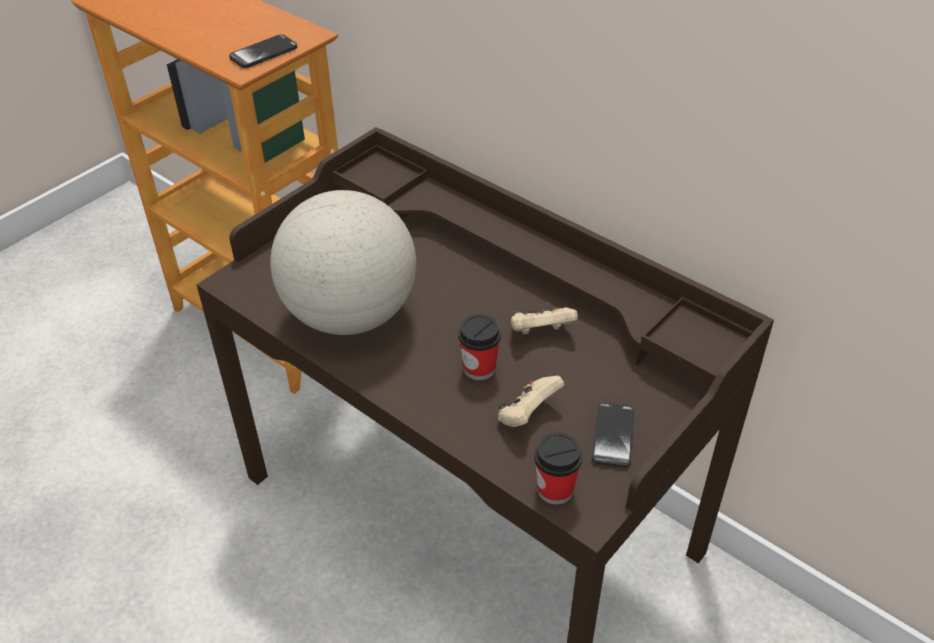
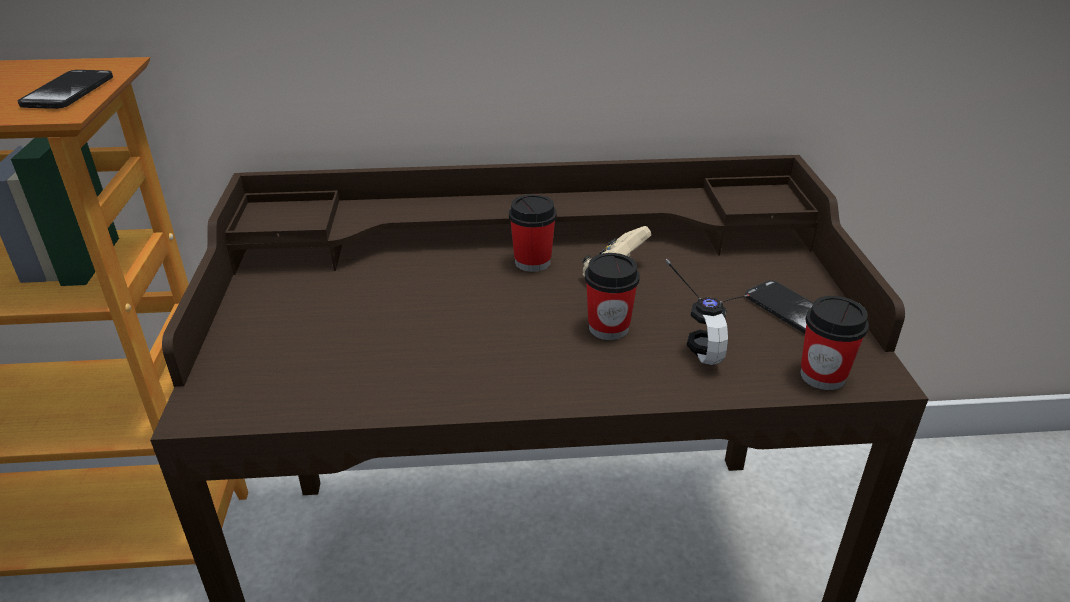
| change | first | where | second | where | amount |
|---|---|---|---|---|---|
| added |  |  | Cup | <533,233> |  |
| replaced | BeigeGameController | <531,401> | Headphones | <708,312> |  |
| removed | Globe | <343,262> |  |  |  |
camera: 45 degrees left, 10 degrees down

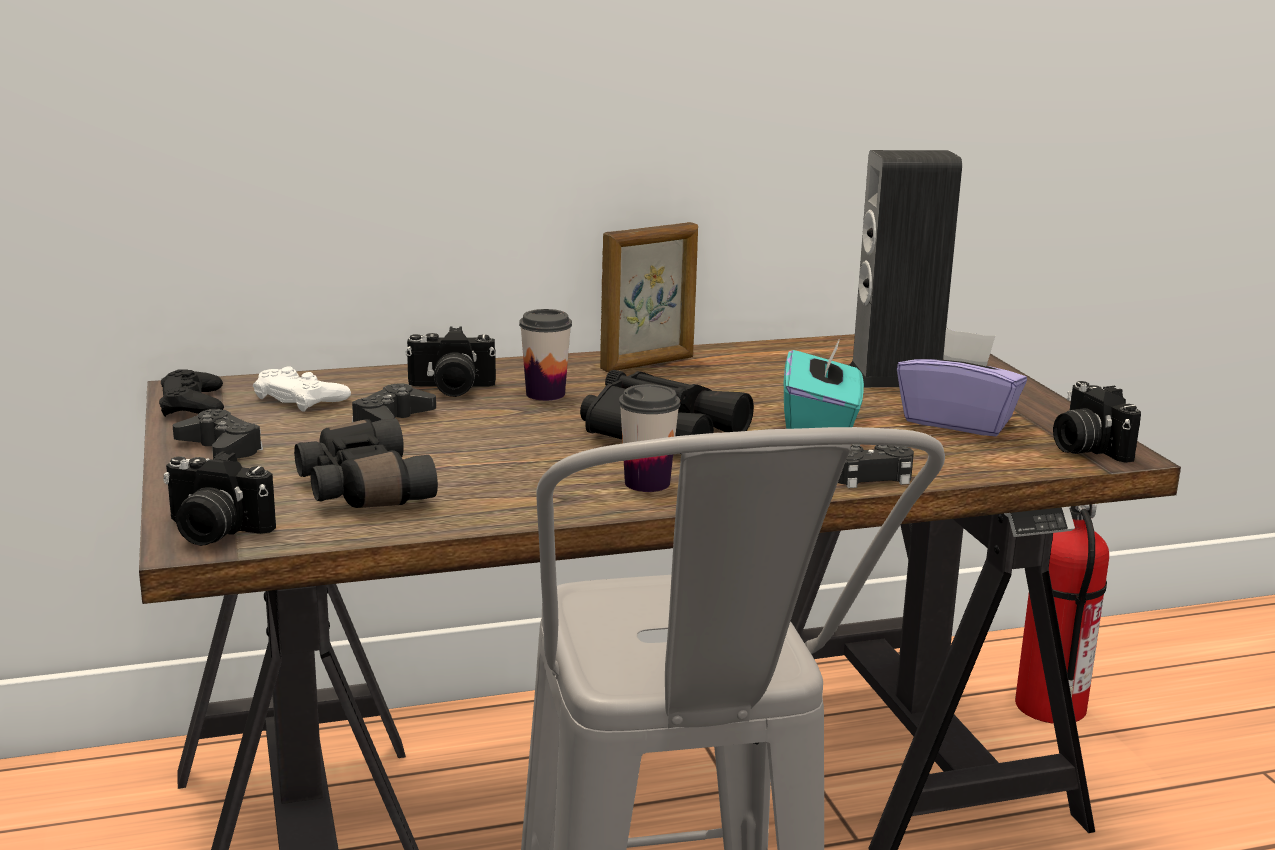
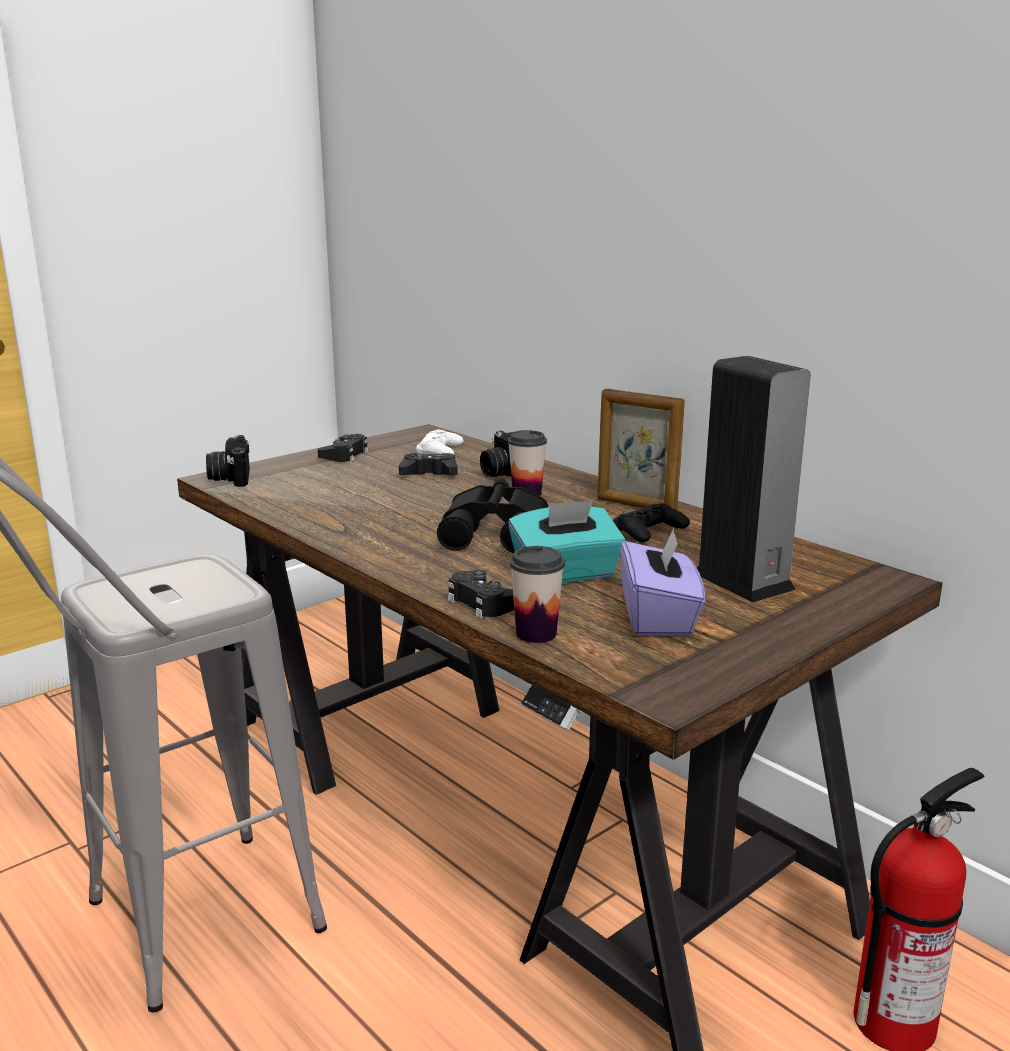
| change | first | where | second | where | amount |
|---|---|---|---|---|---|
| moved | Cup | <649,438> |  | <537,594> |  |
| moved | BlackGameController | <191,393> |  | <651,522> |  |
| removed | BlackBinoculars | <366,463> |  |  |  |
| removed | PhotoCamera | <1097,422> |  |  |  |
camera: 65 degrees right, 0 degrees up

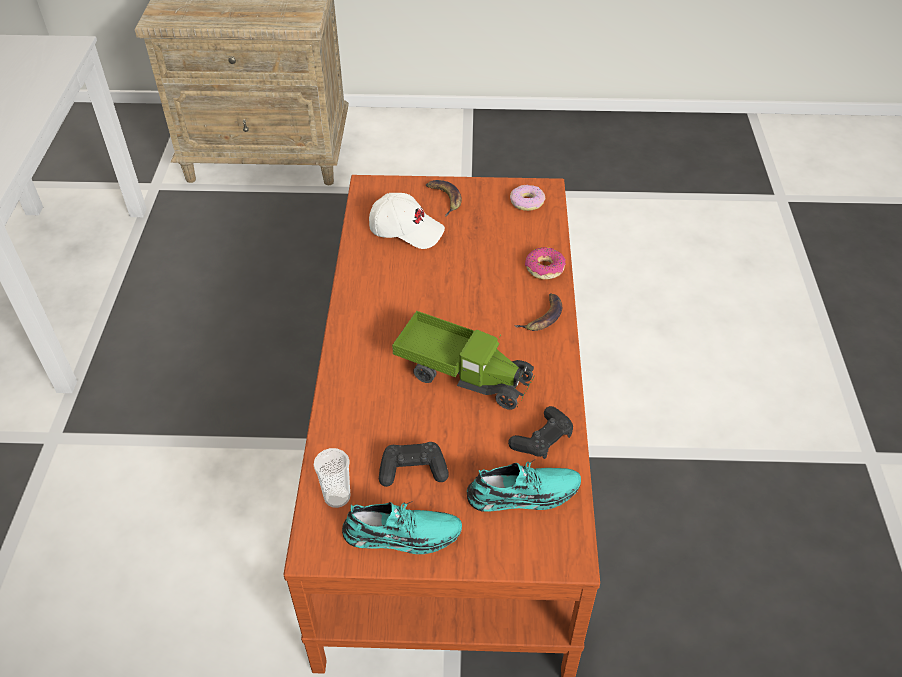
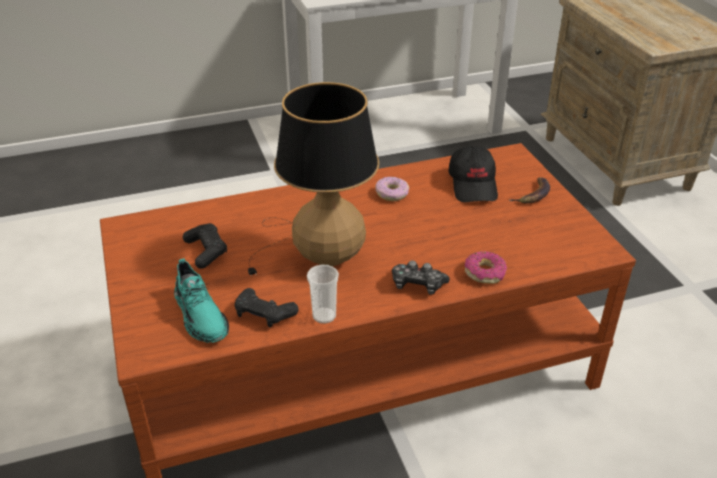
| change | first | where | second | where | amount |
|---|---|---|---|---|---|
| replaced | ToyTruck | <463,360> | TableLamp | <313,179> |  |
| moved | Cup | <332,478> |  | <323,294> |  |
| moved | Donut | <527,198> |  | <392,188> |  |
| replaced | Banana | <538,312> | GameController | <421,277> |  |
| recoloured | WhiteCap | <407,221> | BlackCap | <473,174> |  |
| removed | TurquoiseShoe | <402,527> |  |  |  |
camera: 70 degrees right, 10 degrees down

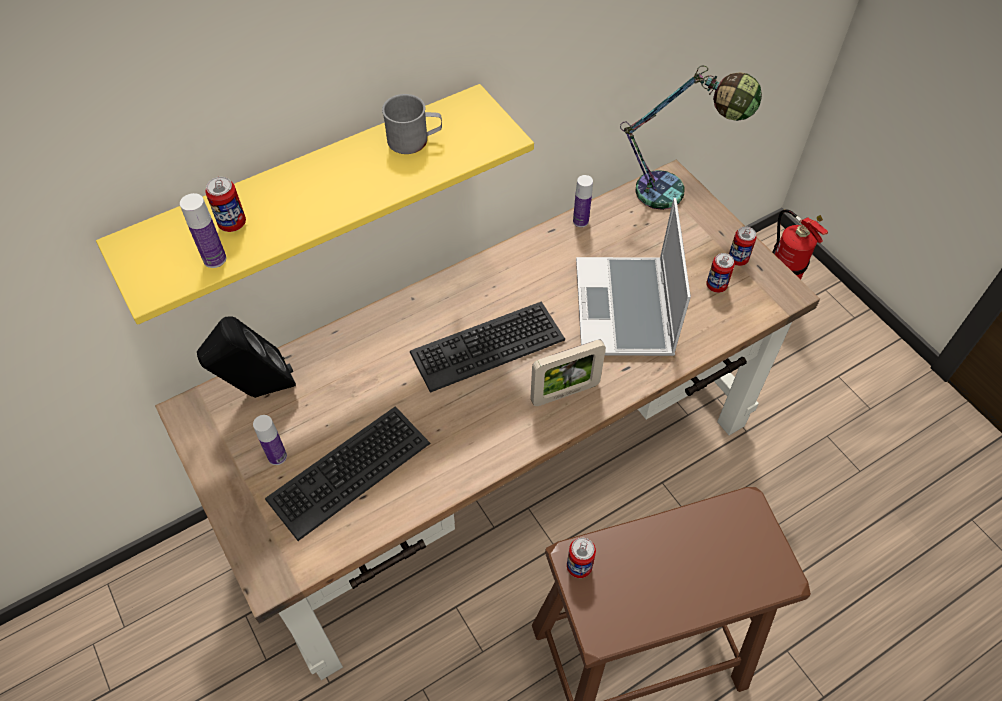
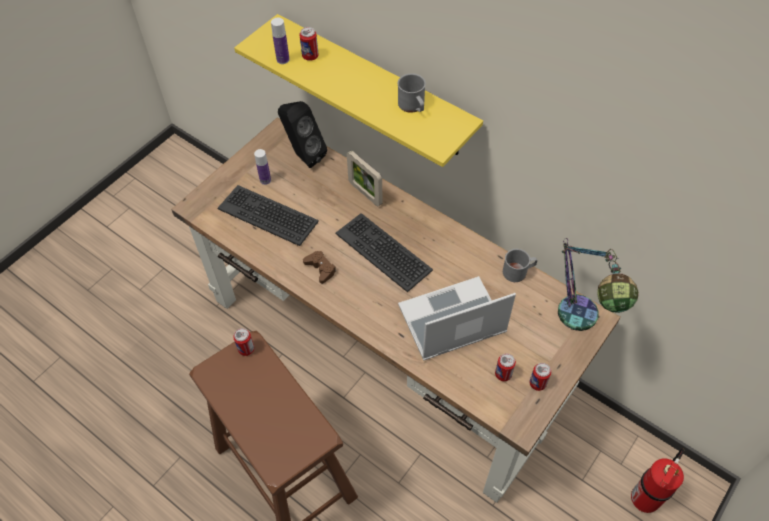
| change | first | where | second | where | amount |
|---|---|---|---|---|---|
| added |  |  | BrownGameController | <319,267> |  |
| moved | PictureFrame | <568,373> |  | <365,178> |  |
| replaced | Bottle | <583,201> | GreyMug | <520,265> |  |
camera: 70 degrees right, 0 degrees up

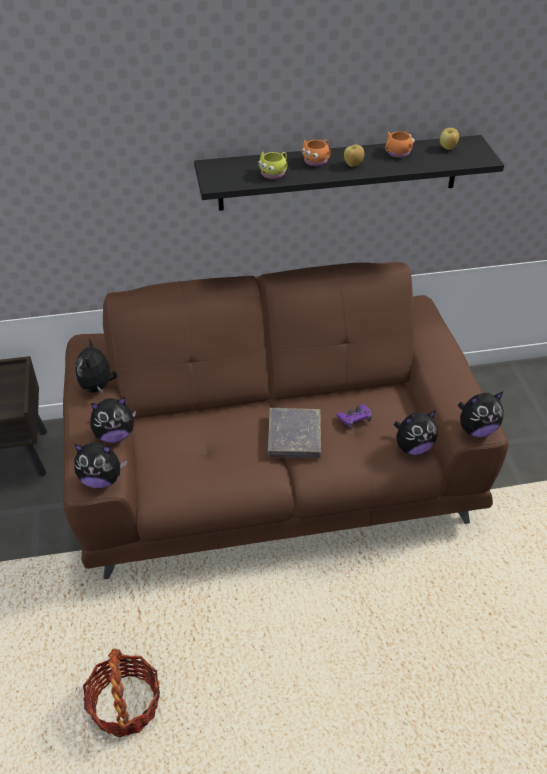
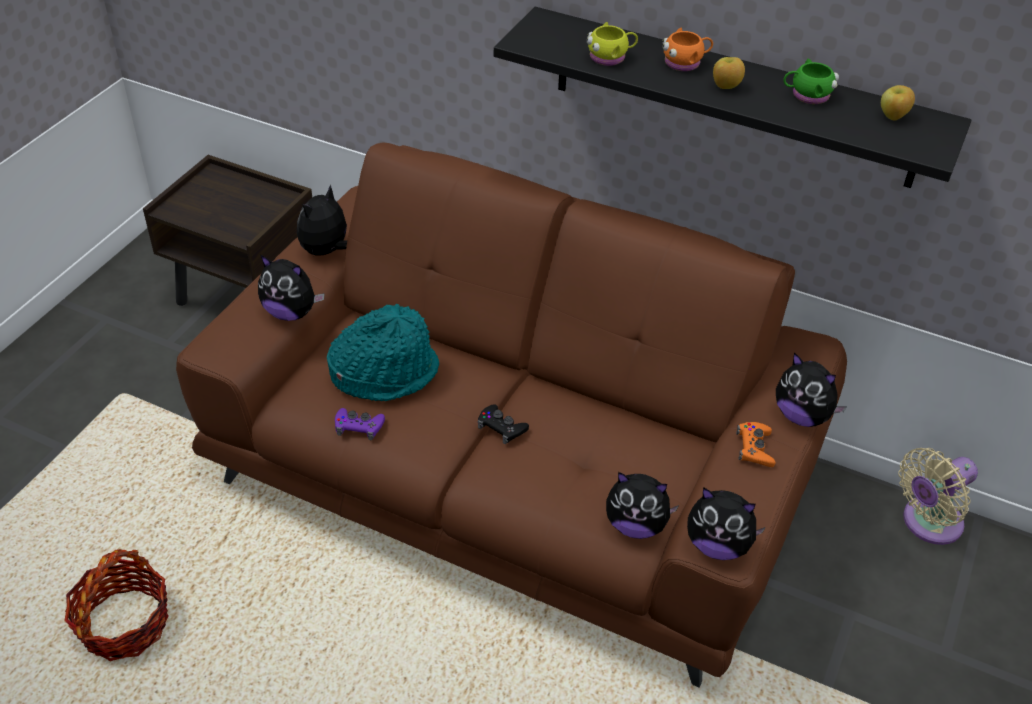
| change | first | where | second | where | amount |
|---|---|---|---|---|---|
| added |  |  | TurquoiseHat | <383,352> |  |
| moved | PurpleGameController | <354,416> |  | <360,424> |  |
| replaced | GreyBook | <294,433> | BlackGameController | <503,424> |  |
| added |  |  | OrangeGameController | <756,444> |  |
| moved | PlushToy | <100,465> |  | <811,389> |  |
| recoloured | OrangeMug | <400,144> | GreenMug | <811,81> |  |
| added |  |  | BeigeFan | <938,496> |  |
camera: 35 degrees right, 0 degrees up

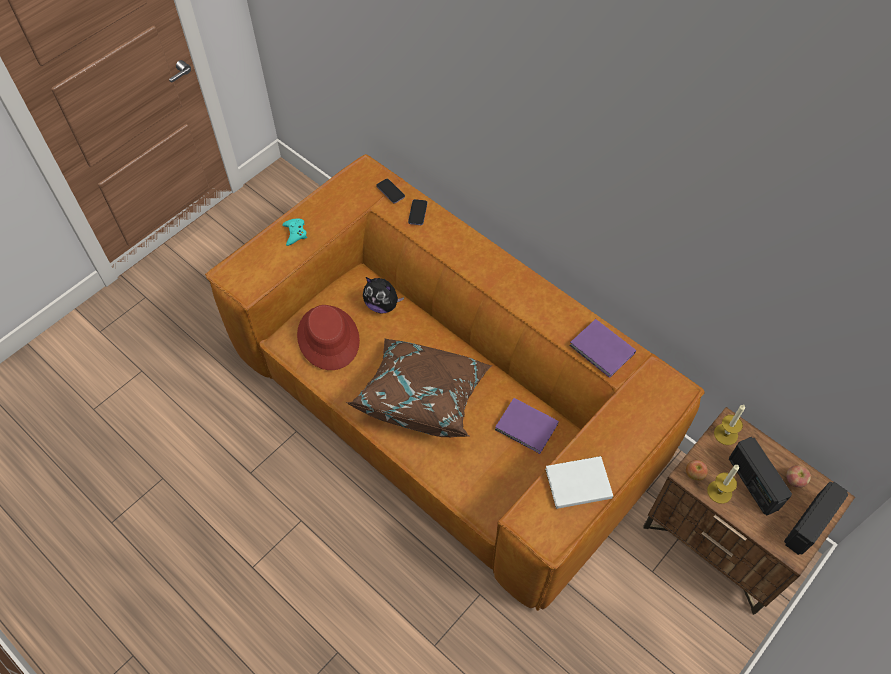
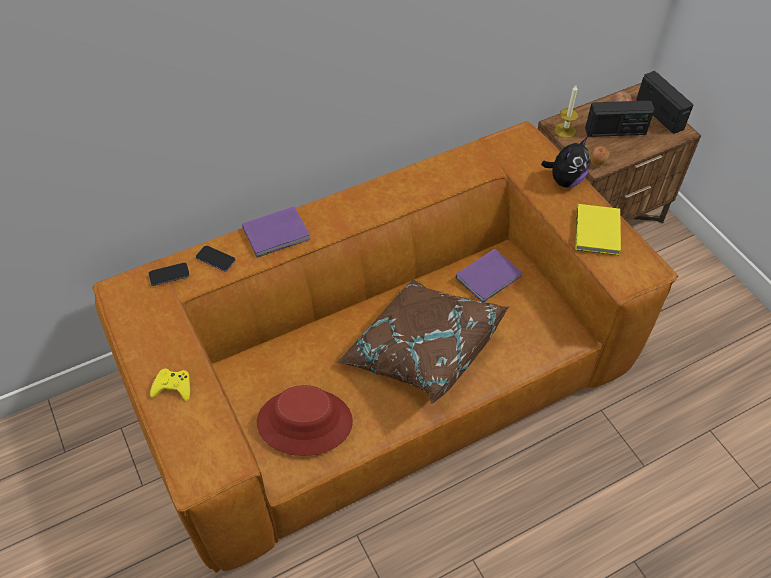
| change | first | where | second | where | amount |
|---|---|---|---|---|---|
| recoloured | TurquoiseGameController | <294,232> | YellowGameController | <170,385> |  |
| moved | PurpleBook | <602,348> |  | <276,232> |  |
| moved | PlushToy | <383,295> |  | <565,162> |  |
| recoloured | WhiteBook | <579,482> | YellowBook | <598,229> |  |
| removed | Candle | <723,484> |  |  |  |
camera: 70 degrees left, 5 degrees down

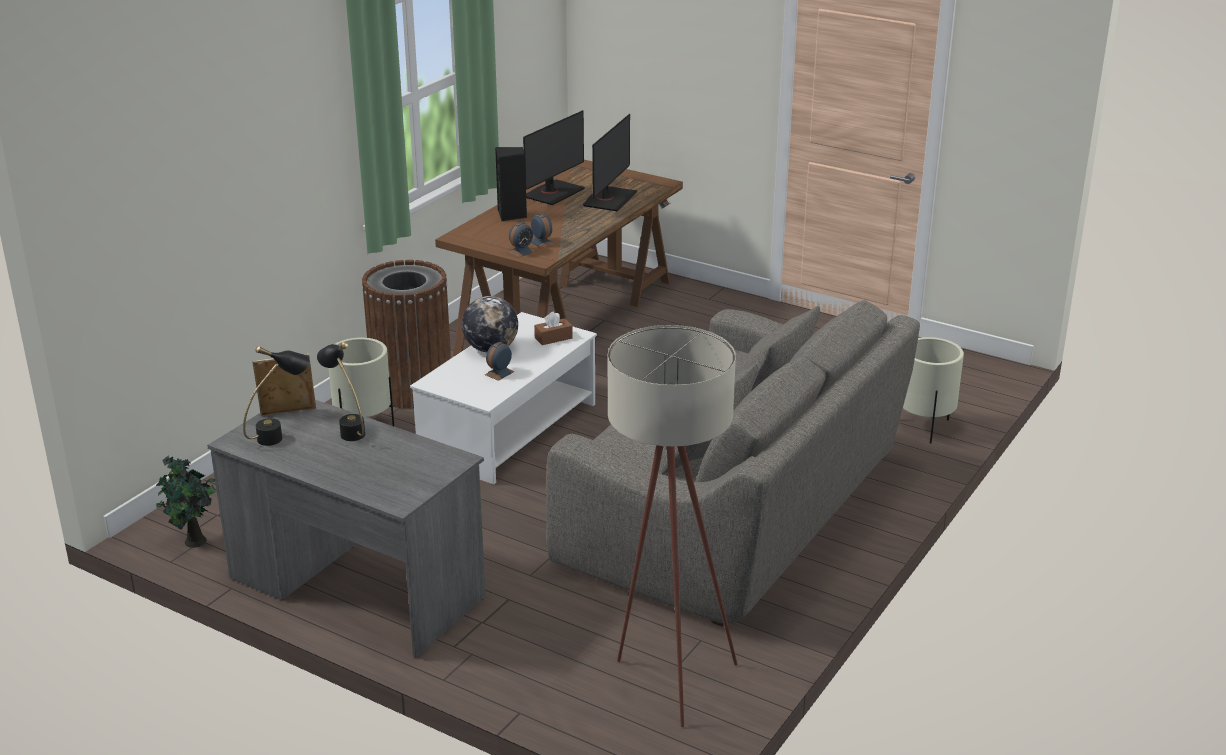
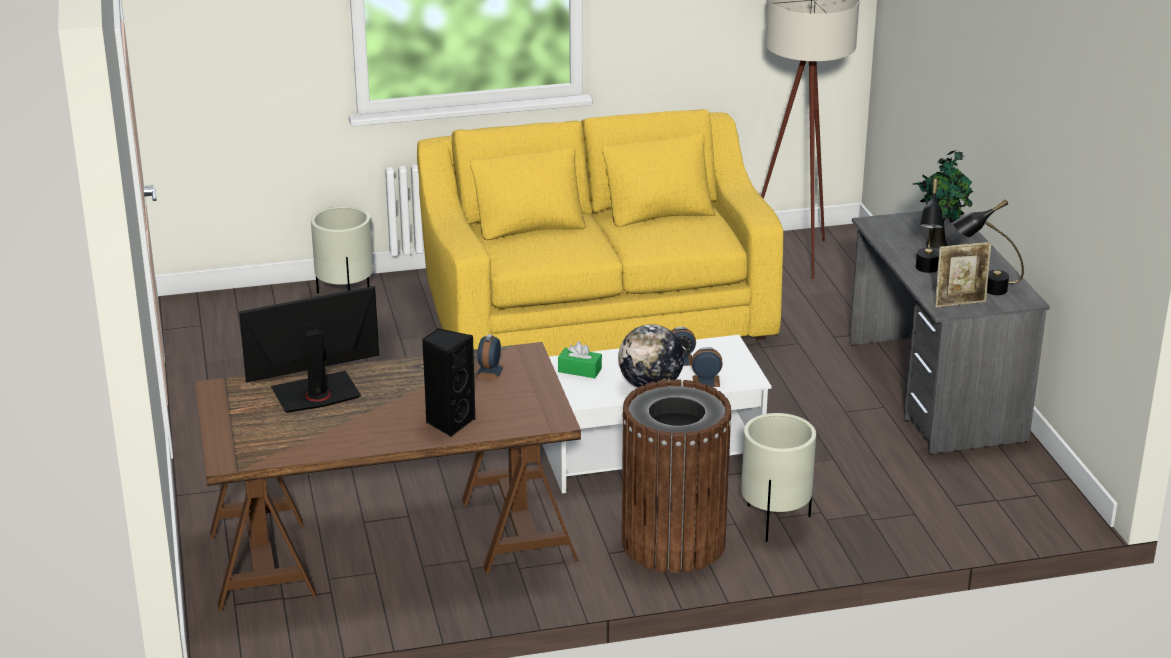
| change | first | where | second | where | amount |
|---|---|---|---|---|---|
| recoloured | GreySofa | <733,463> | YellowSofa | <600,232> |  |
| recoloured | BrownTissueBox | <553,328> | GreenTissueBox | <580,359> |  |
| moved | AlarmClock | <521,239> |  | <707,367> |  |
| moved | PottedPlant | <186,501> |  | <943,200> |  |
| turned | PictureFrame | <284,384> |  | <963,275> | 45 degrees counterclockwise |
| removed | Monitor | <554,157> |  |  |  |
camera: 135 degrees left, 0 degrees up

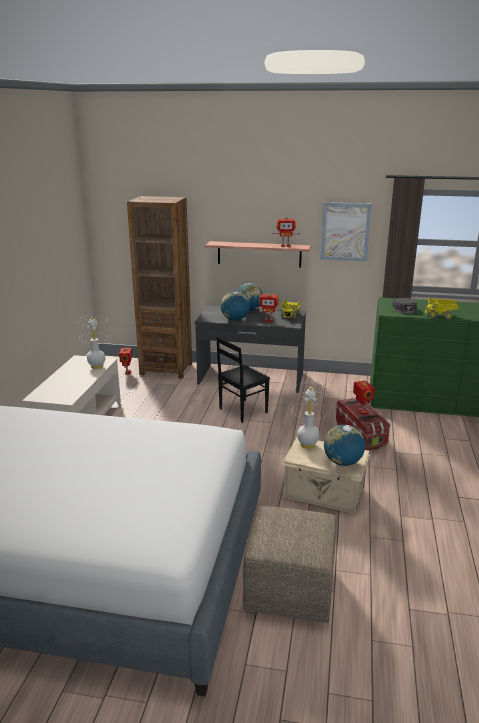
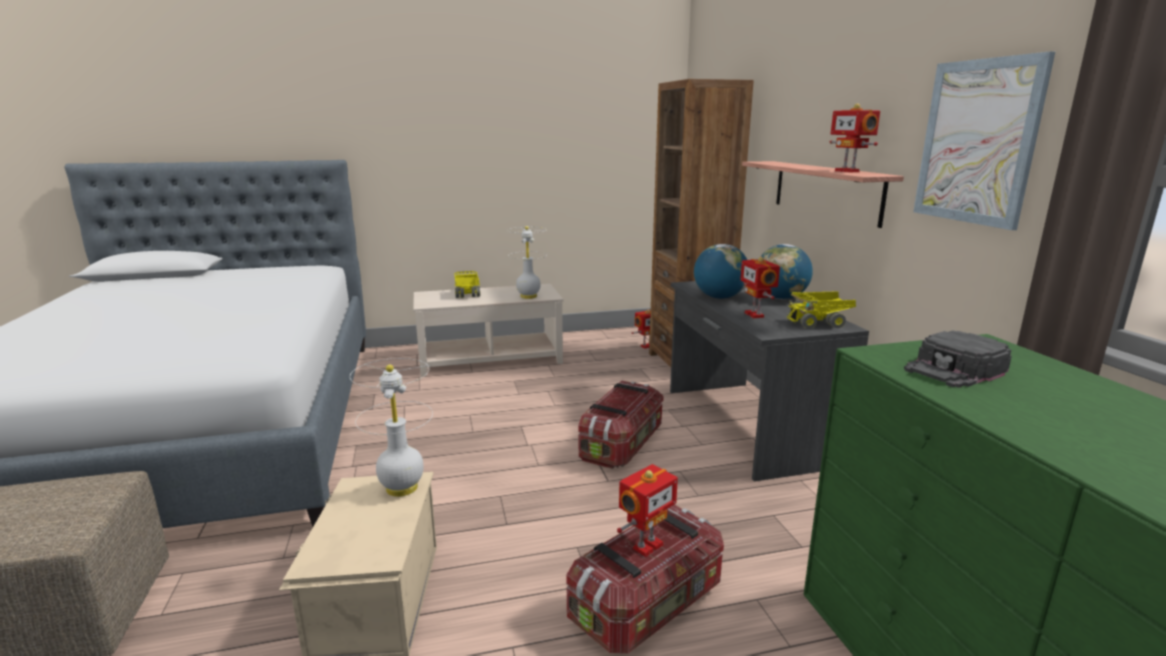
| change | first | where | second | where | amount |
|---|---|---|---|---|---|
| moved | ToyTruck | <442,308> |  | <467,284> |  |
| replaced | BlackChair | <243,380> | StorageBox | <621,425> |  |
| removed | Globe | <344,445> |  |  |  |
camera: 65 degrees right, 5 degrees down

